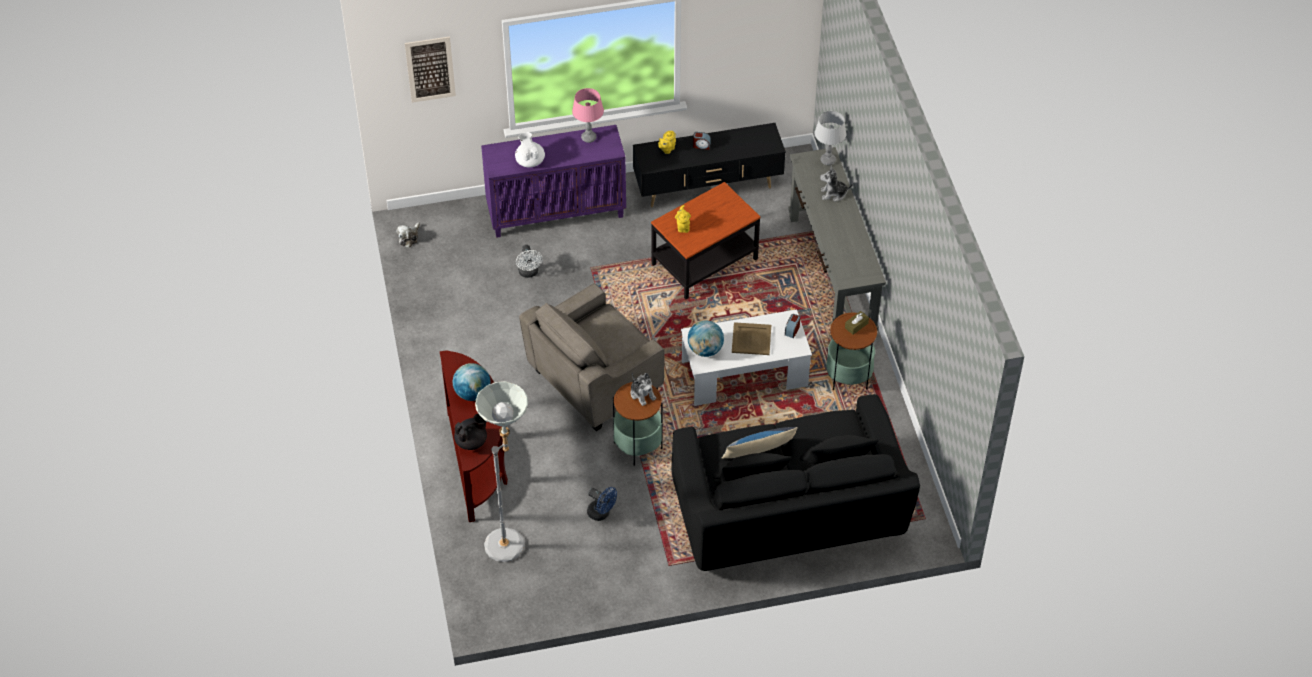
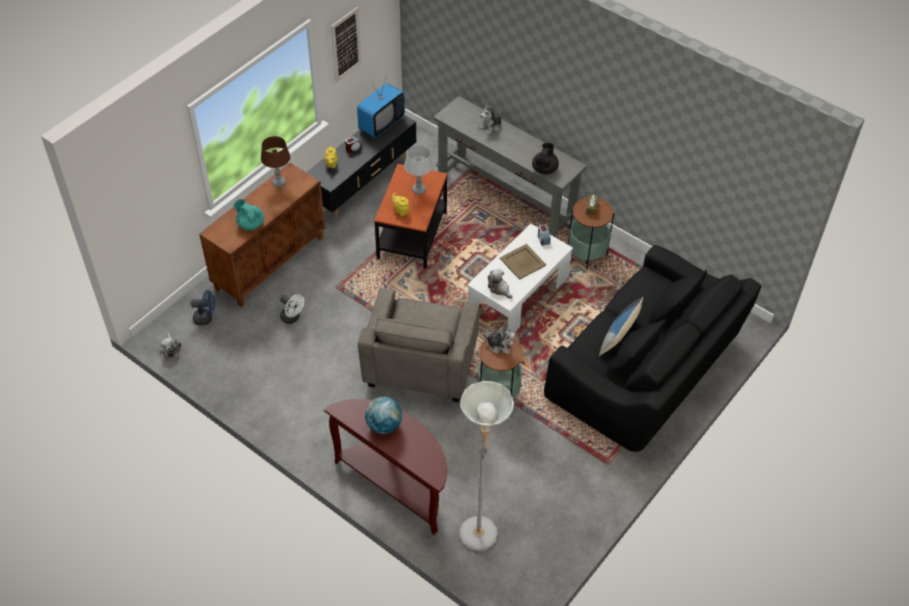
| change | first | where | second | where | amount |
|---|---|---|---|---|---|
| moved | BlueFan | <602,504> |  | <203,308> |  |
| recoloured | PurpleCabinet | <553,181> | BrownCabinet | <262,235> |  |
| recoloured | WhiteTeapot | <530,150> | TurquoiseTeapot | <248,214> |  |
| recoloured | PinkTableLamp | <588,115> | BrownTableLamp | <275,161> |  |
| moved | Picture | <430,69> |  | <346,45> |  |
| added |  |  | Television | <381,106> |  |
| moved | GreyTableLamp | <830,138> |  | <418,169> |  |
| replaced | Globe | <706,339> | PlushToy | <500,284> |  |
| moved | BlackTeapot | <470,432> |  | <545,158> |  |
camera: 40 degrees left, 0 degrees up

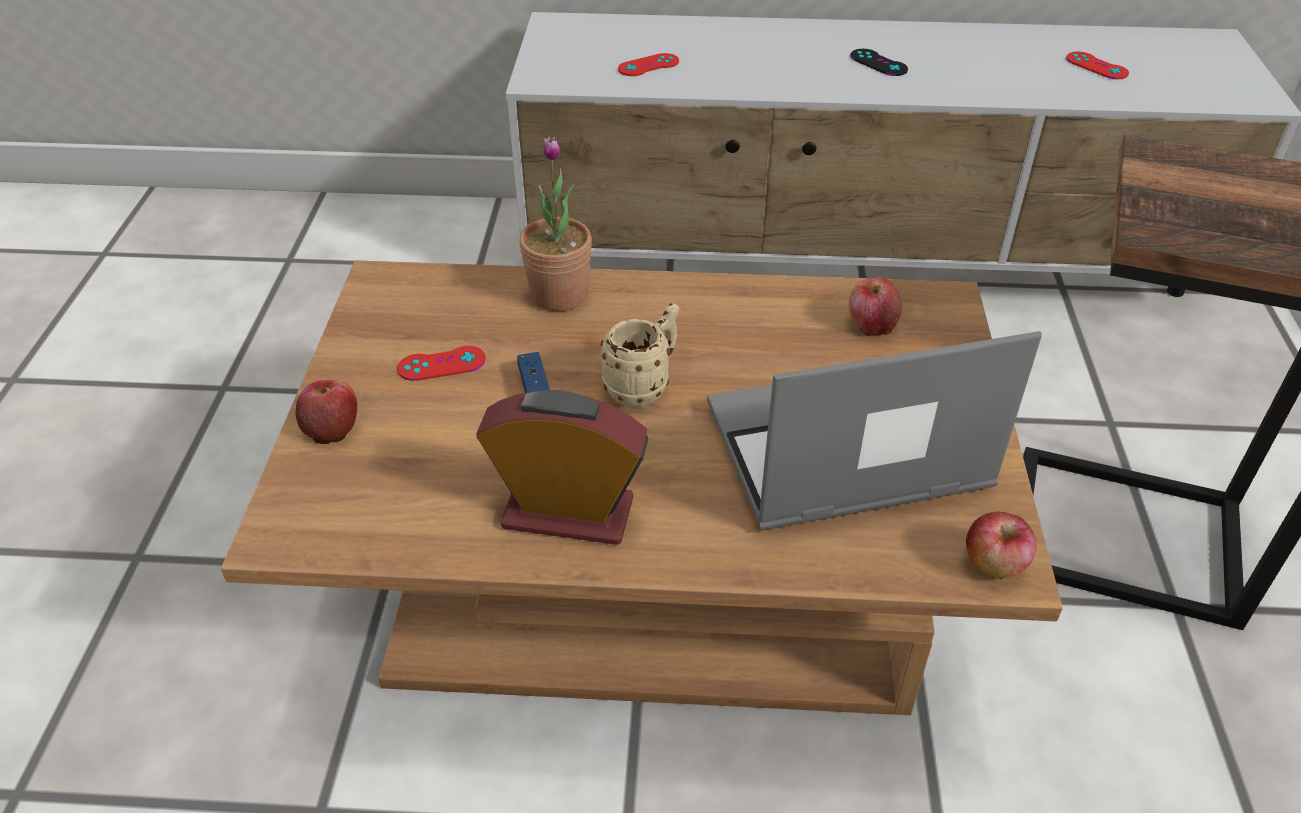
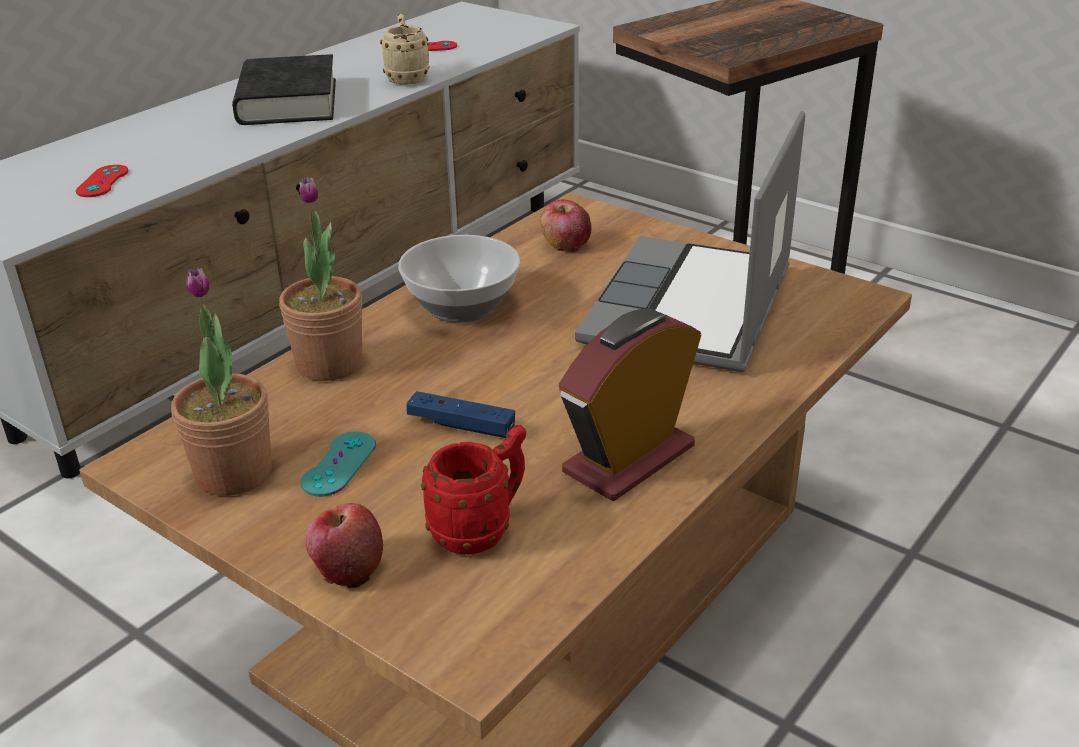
| change | first | where | second | where | amount |
|---|---|---|---|---|---|
| added |  |  | PottedPlant | <221,382> |  |
| replaced | BlackGameController | <879,62> | BlackBook | <284,89> |  |
| recoloured | RedGameController | <441,363> | TurquoiseGameController | <338,464> |  |
| moved | BeigeMug | <639,355> |  | <404,49> |  |
| added |  |  | Bowl | <459,279> |  |
| added |  |  | RedMug | <473,489> |  |
| removed | Apple | <1001,545> |  |  |  |
camera: 55 degrees left, 10 degrees down

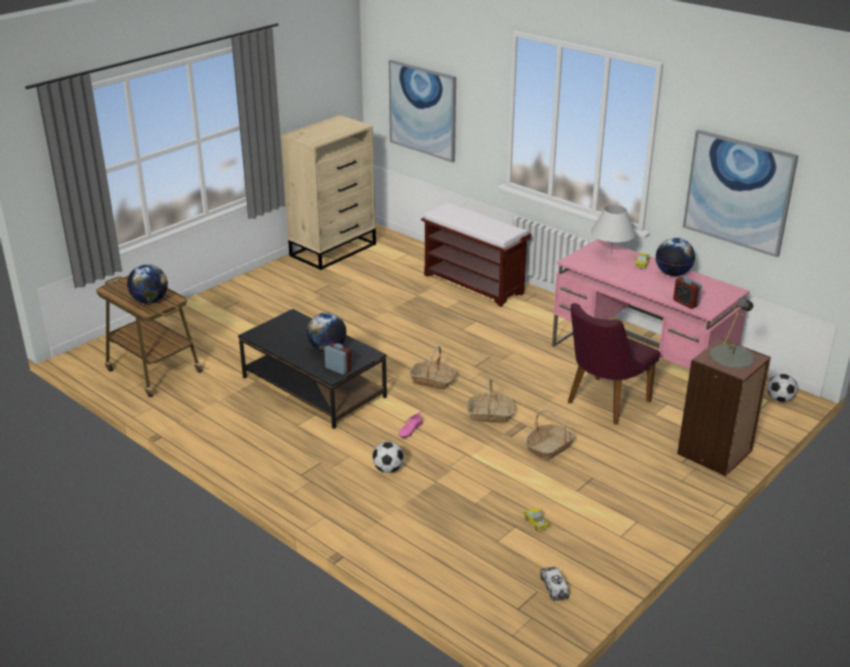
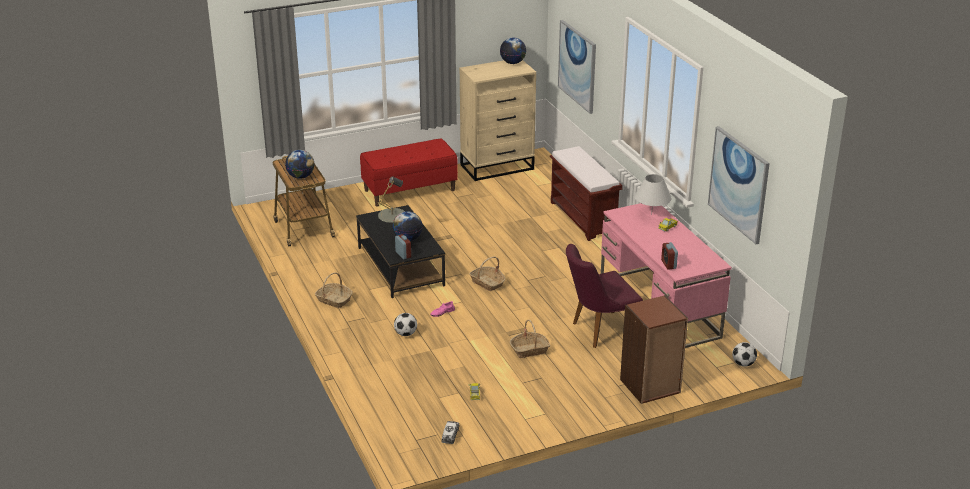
| change | first | where | second | where | amount |
|---|---|---|---|---|---|
| moved | Basket | <490,401> |  | <334,290> |  |
| added |  |  | RedBench | <409,172> |  |
| moved | GreyTableLamp | <732,332> |  | <391,199> |  |
| moved | Globe | <675,257> |  | <513,50> |  |
camera: 25 degrees right, 0 degrees up

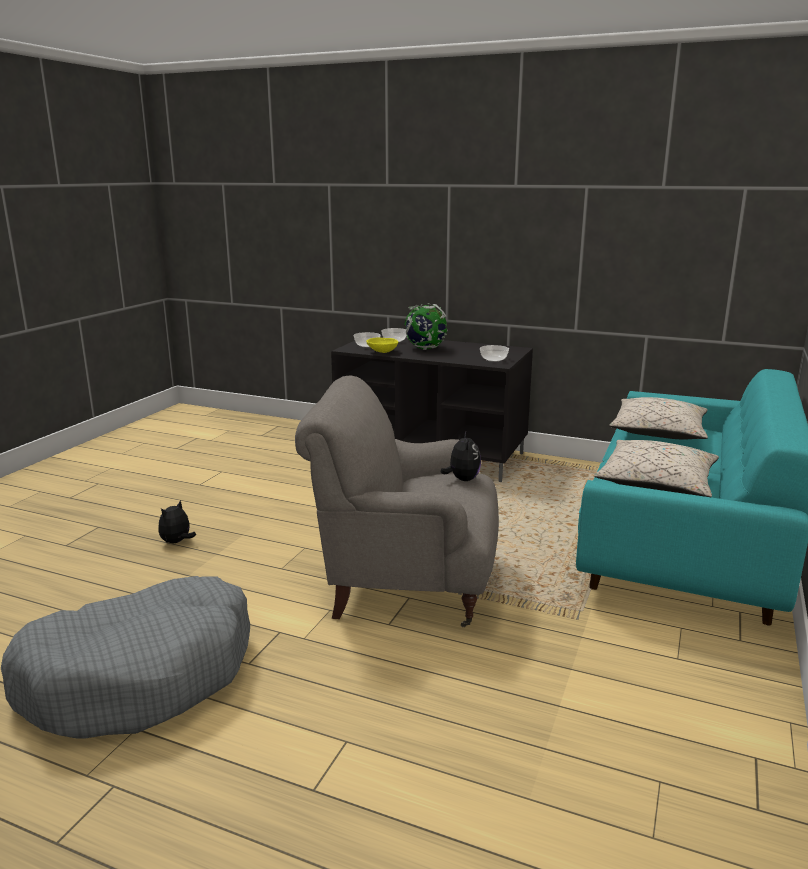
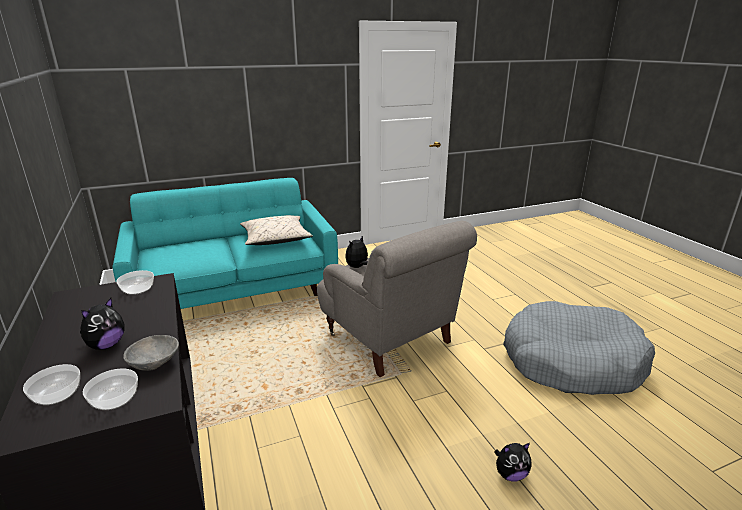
| change | first | where | second | where | amount |
|---|---|---|---|---|---|
| replaced | Globe | <426,326> | PlushToy | <102,324> |  |
| recoloured | YellowBowl | <382,345> | GreyBowl | <151,353> |  |
| removed | BeigePillow | <659,418> |  |  |  |
camera: 135 degrees left, 5 degrees up

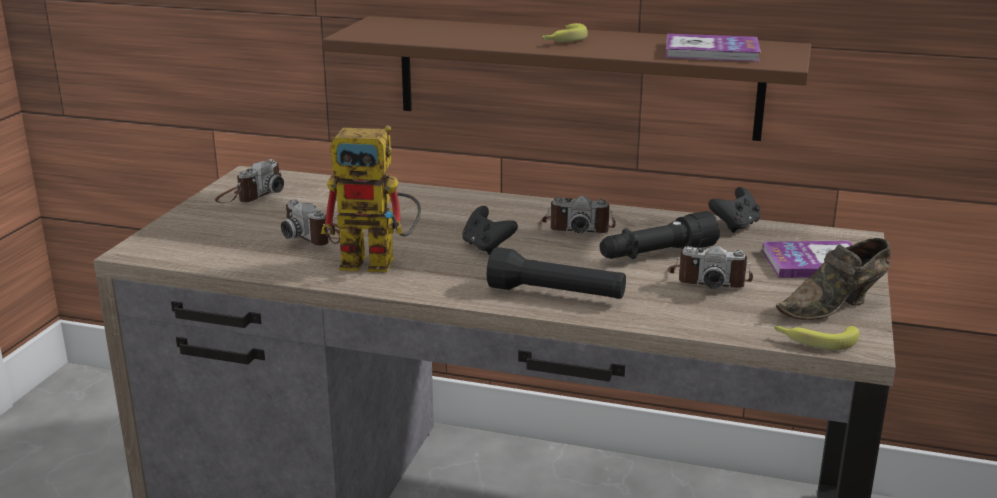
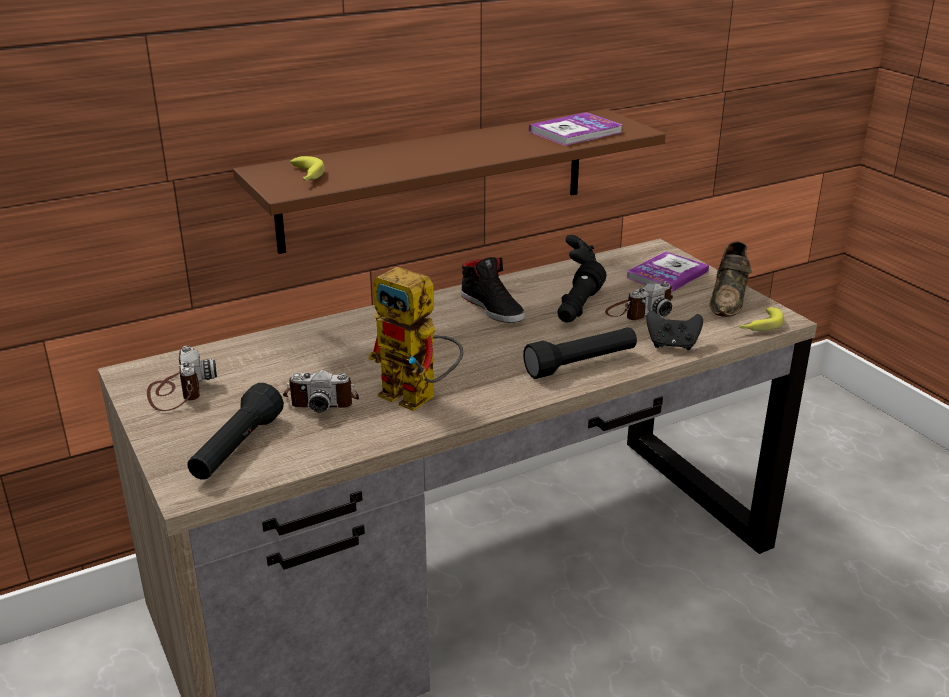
| change | first | where | second | where | amount |
|---|---|---|---|---|---|
| added |  |  | BlackFlashlight | <235,431> |  |
| moved | Banana | <565,32> |  | <307,168> |  |
| turned | ToyRobot | <371,199> |  | <416,339> | 75 degrees clockwise |
| replaced | PhotoCamera | <578,214> | BlackShoe | <493,290> |  |
| moved | BlackGameController | <490,230> |  | <674,330> |  |
camera: 45 degrees left, 5 degrees up

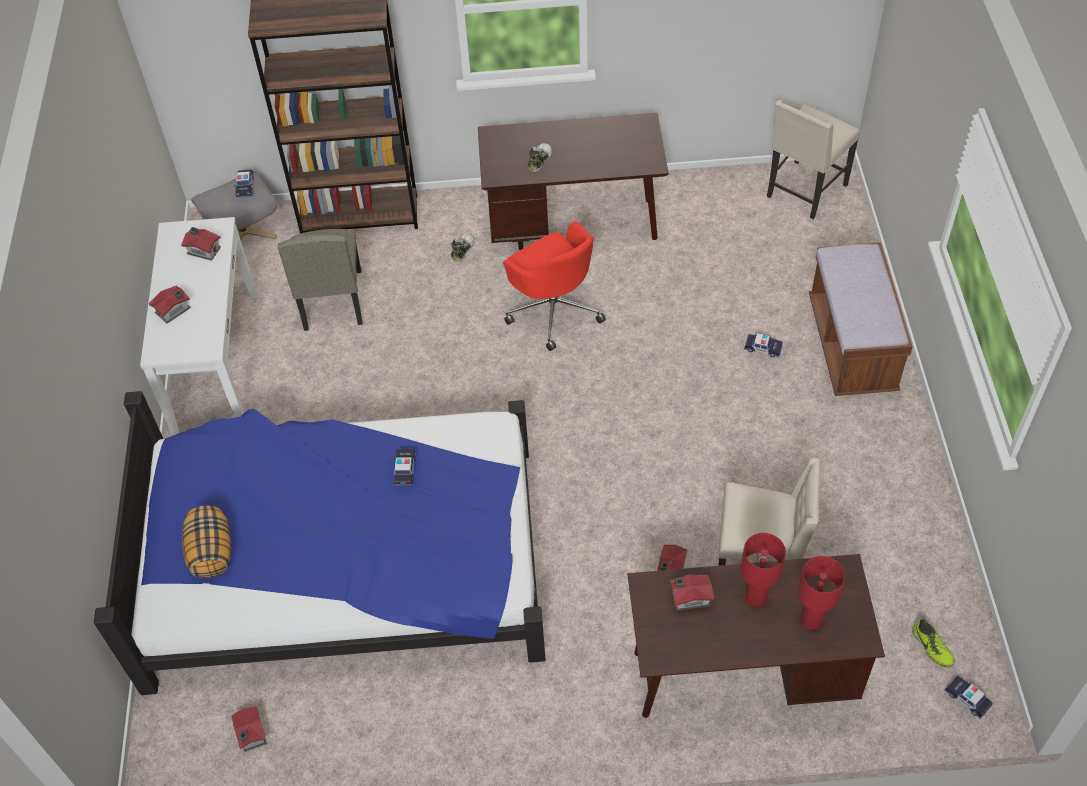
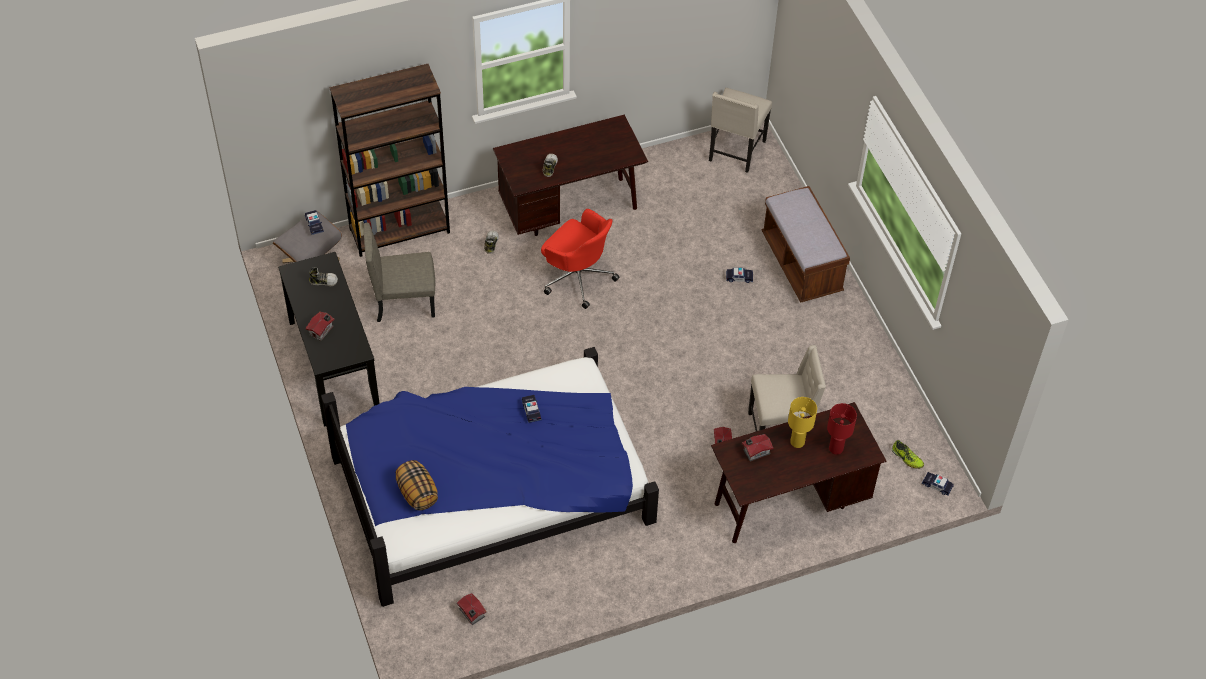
| change | first | where | second | where | amount |
|---|---|---|---|---|---|
| recoloured | WhiteConsoleTable | <198,326> | BlackConsoleTable | <329,339> |  |
| replaced | ToyHouse | <201,244> | Shoe | <323,276> |  |
| turned | BeigeChair | <320,280> |  | <399,272> | 105 degrees clockwise |
| recoloured | RedTableLamp | <763,569> | YellowTableLamp | <802,422> |  |
camera: 20 degrees left, 0 degrees up

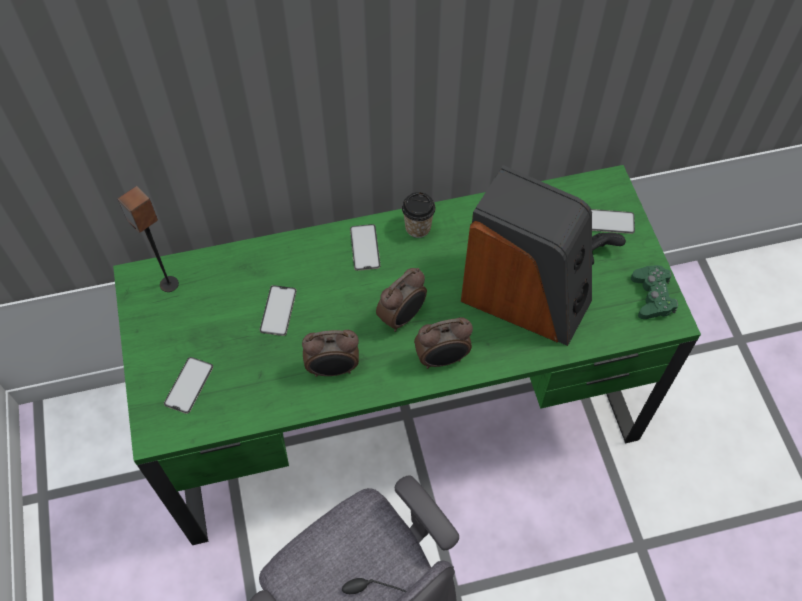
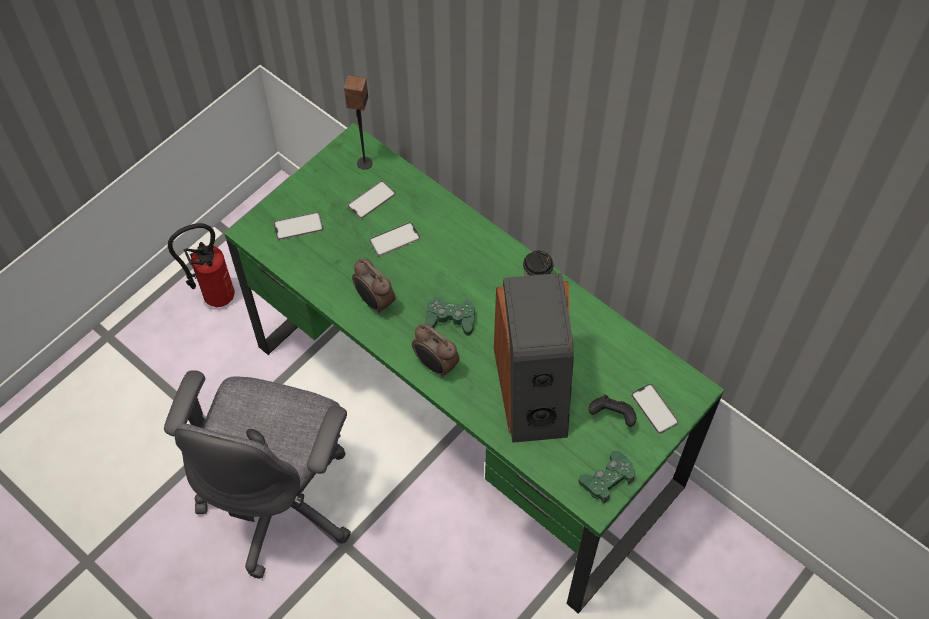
| change | first | where | second | where | amount |
|---|---|---|---|---|---|
| added |  |  | FireExtinguisher | <201,265> |  |
| moved | Phone | <365,247> |  | <371,200> |  |
| replaced | AlarmClock | <401,300> | GreenGameController | <450,316> |  |
camera: 55 degrees right, 0 degrees up

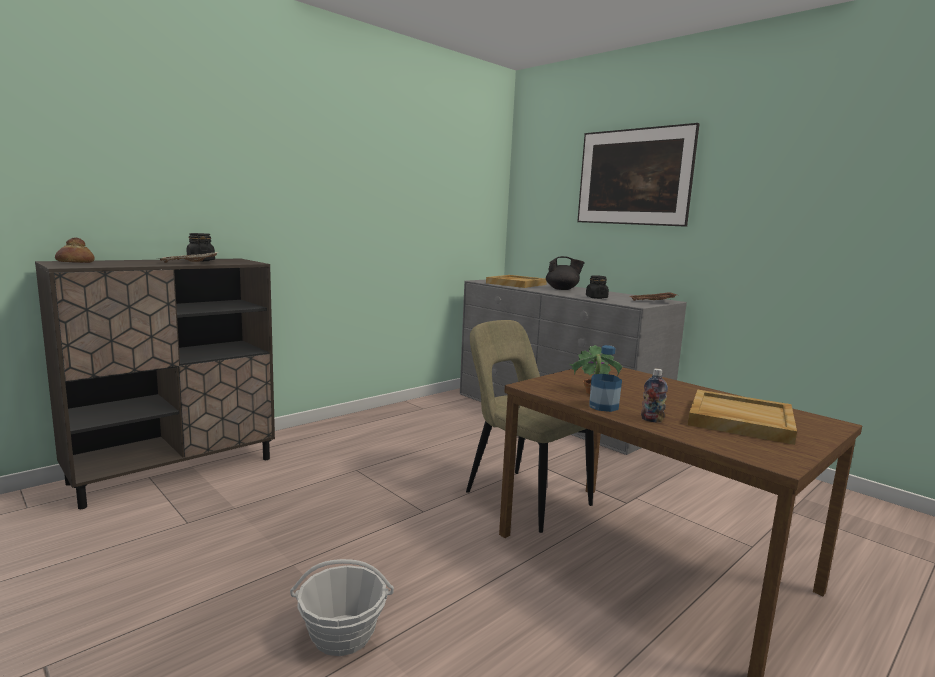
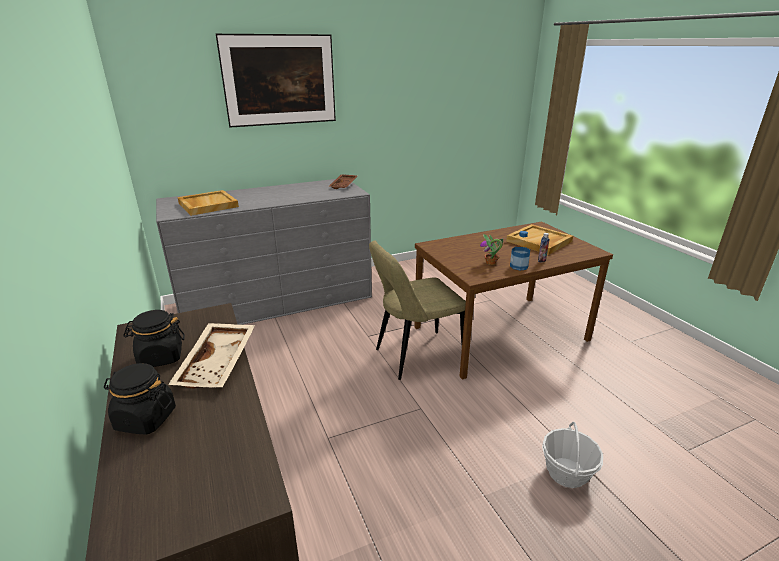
| change | first | where | second | where | amount |
|---|---|---|---|---|---|
| moved | BlackJar | <597,287> |  | <140,399> |  |
| removed | Bread | <75,250> |  |  |  |
| removed | BlackTeapot | <565,273> |  |  |  |
camera: 70 degrees left, 15 degrees up

